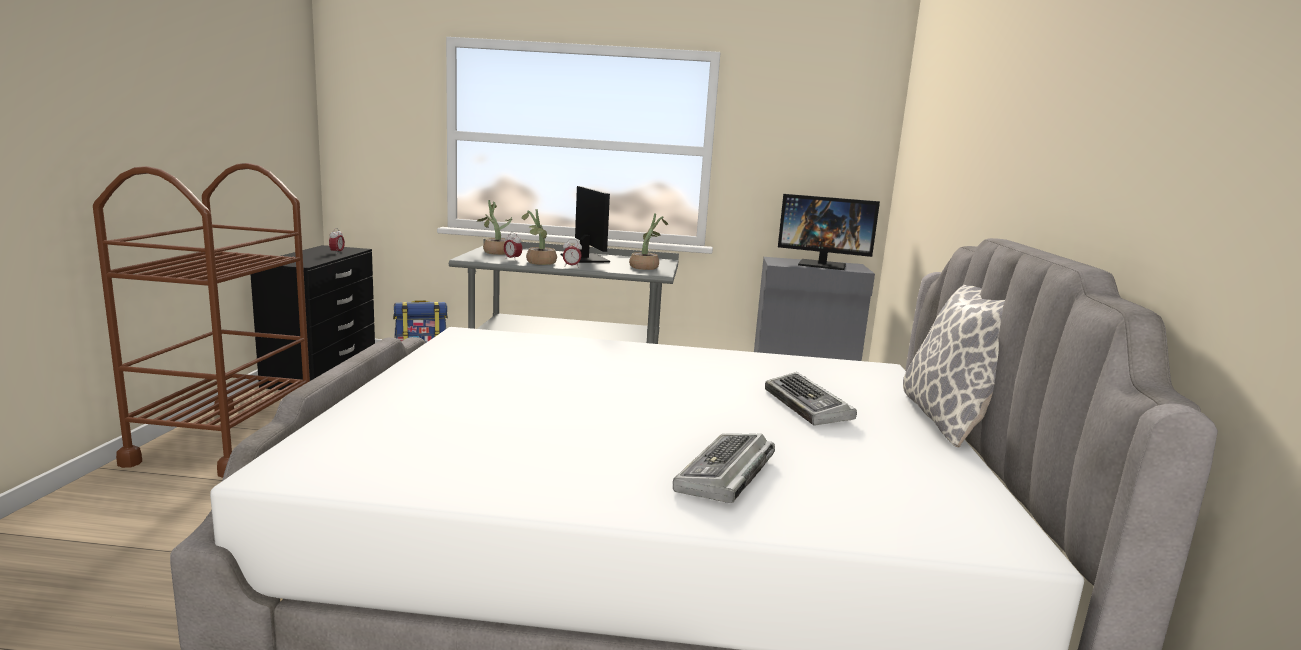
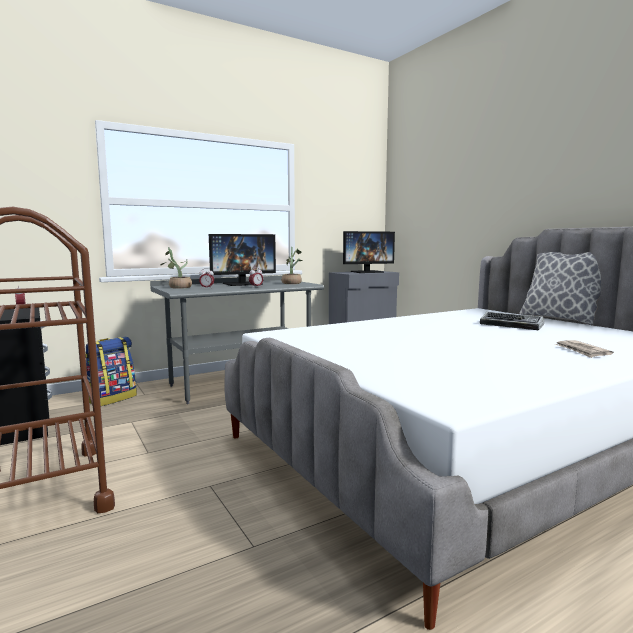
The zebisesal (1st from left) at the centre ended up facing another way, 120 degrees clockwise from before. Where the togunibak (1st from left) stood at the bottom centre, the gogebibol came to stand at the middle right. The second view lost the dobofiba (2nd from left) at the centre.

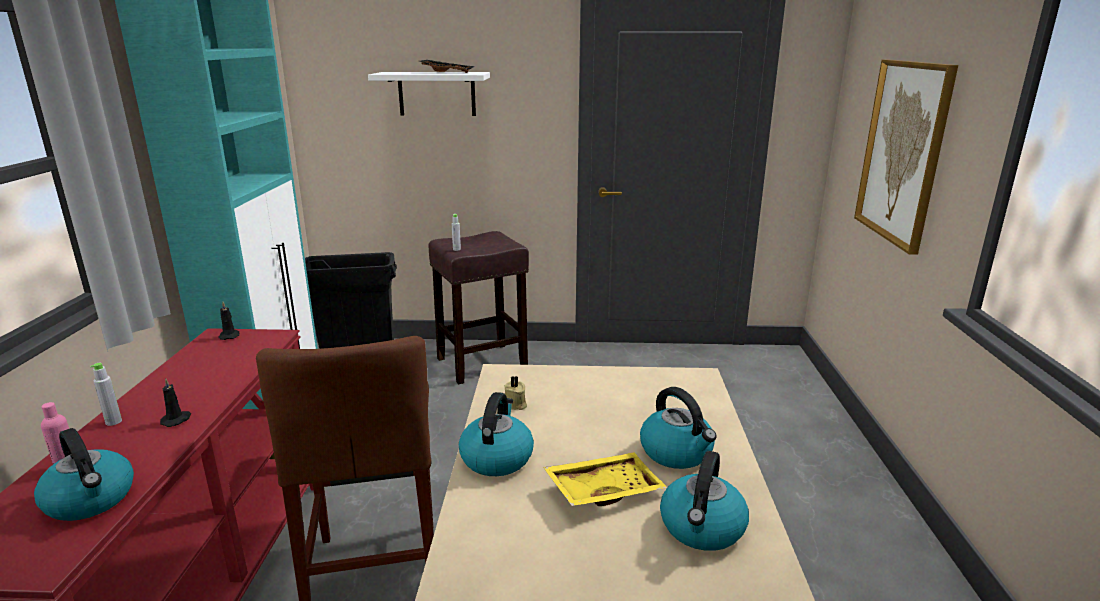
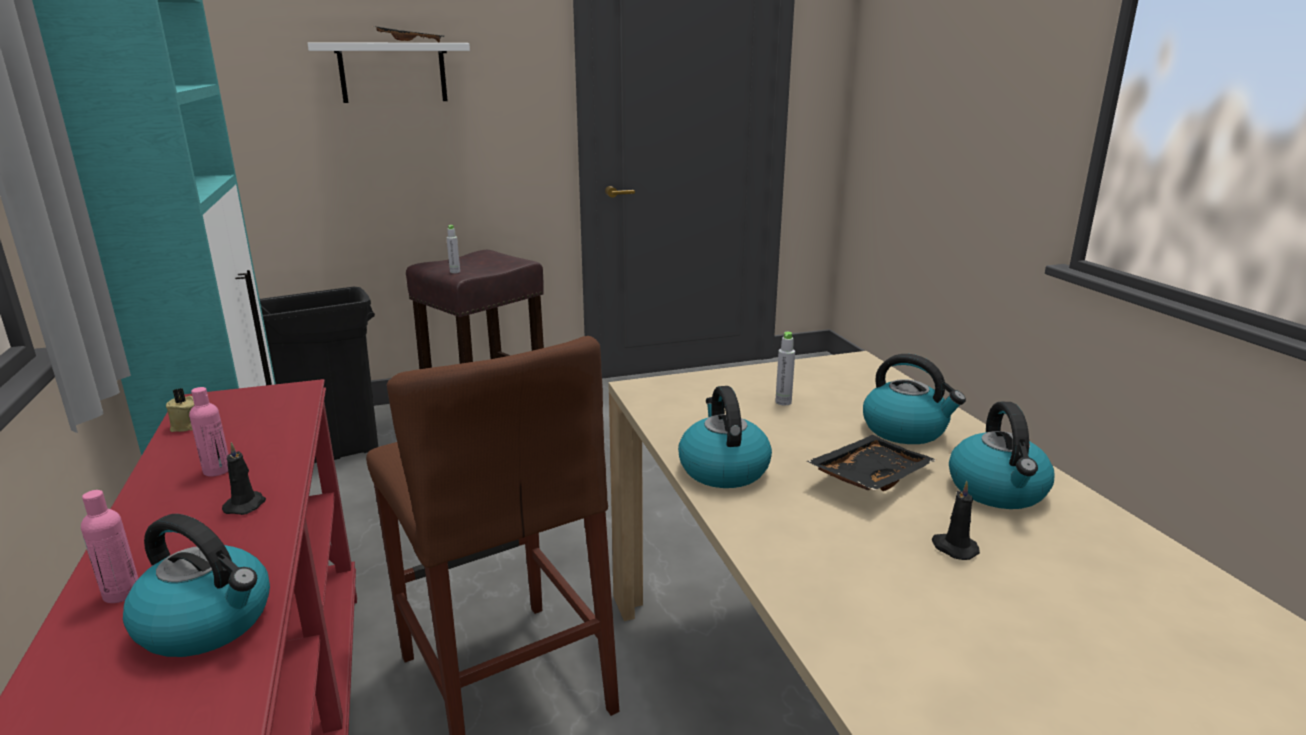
The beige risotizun ended up elsewhere, having gone from the centre to the middle left. The second view gained the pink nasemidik (2nd from left) at the middle left. The grey nasemidik (1st from left in the first image) ended up elsewhere, having gone from the middle left to the centre. What was the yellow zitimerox at the bottom centre turned into the black zitimerox (2nd from left) at the middle right. The black risotizun (2nd from left) ended up elsewhere, having gone from the middle left to the bottom right. The second view lost the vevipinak at the top right.

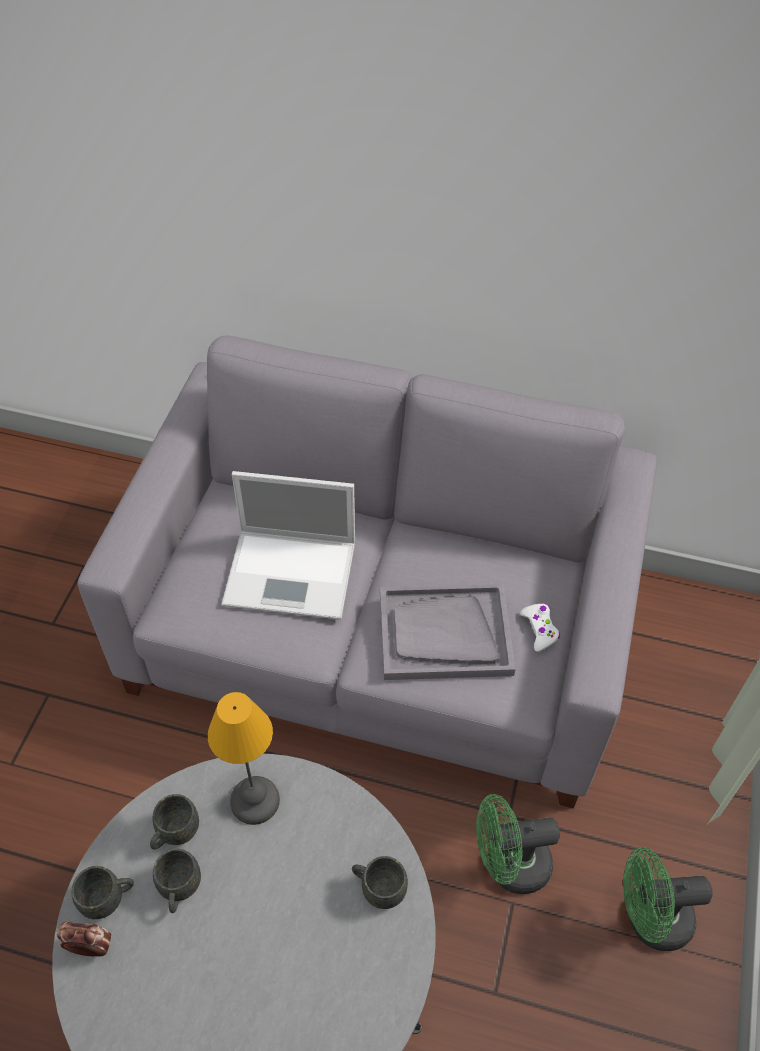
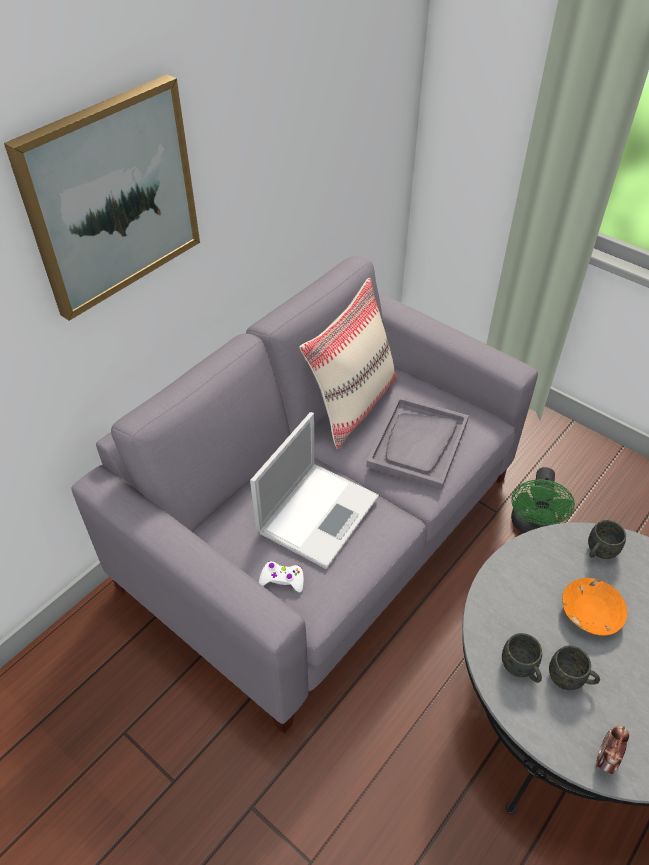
The second view gained the vevipinak at the top left. The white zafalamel ended up elsewhere, having gone from the middle right to the centre. The second view gained the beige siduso at the centre. The second view gained the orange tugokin at the bottom right. The second view lost the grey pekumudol (1st from left) at the bottom left. The second view lost the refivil at the bottom left. The second view lost the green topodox (2nd from left) at the bottom right.

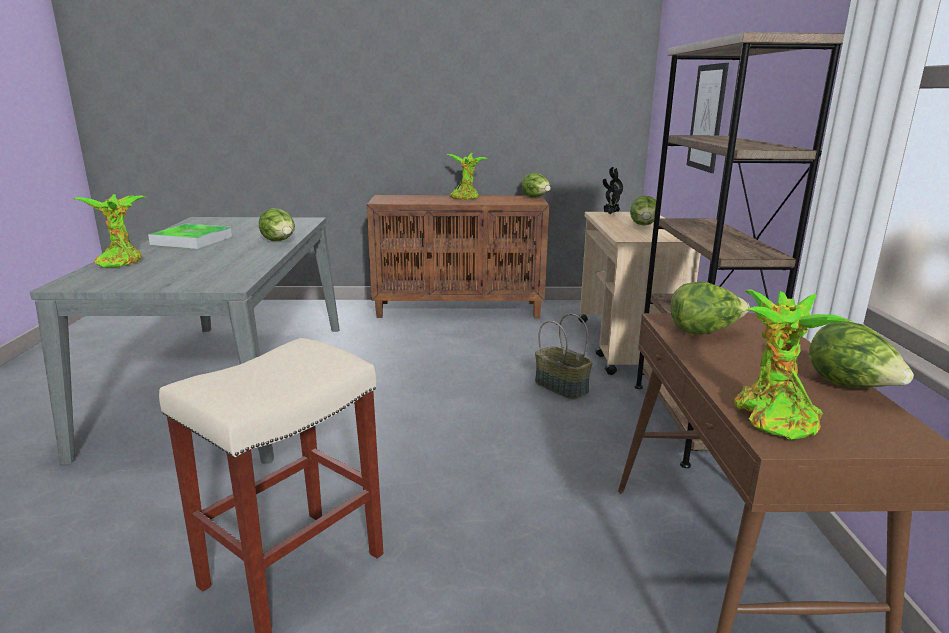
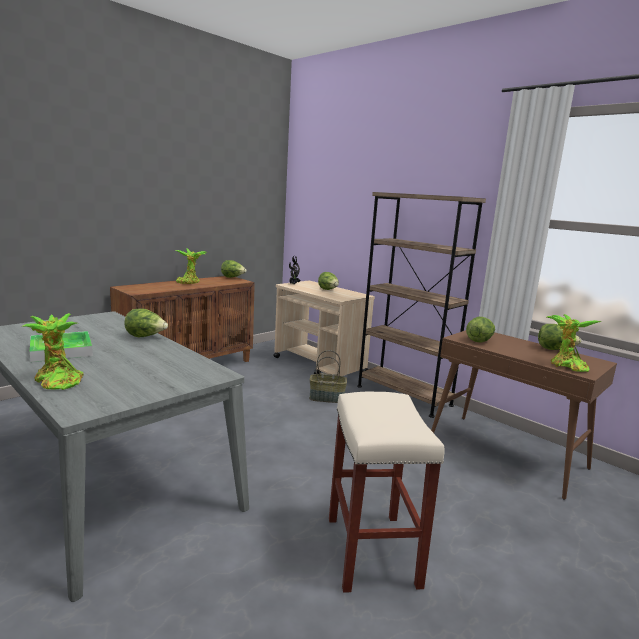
The second view lost the vevipinak at the top right.

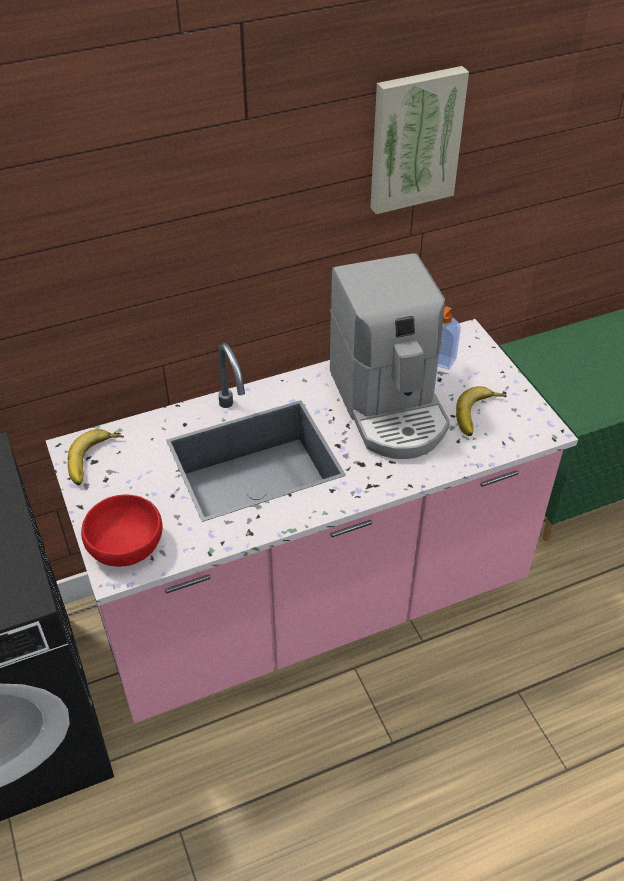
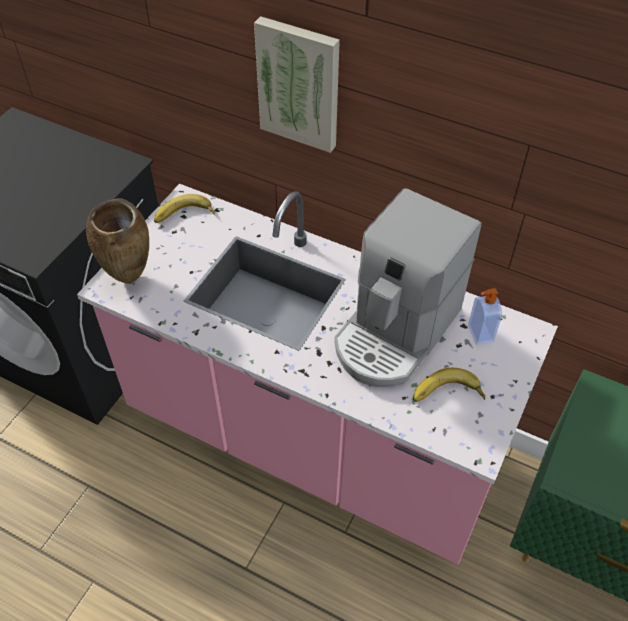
Where the red tugokin stood at the middle left, the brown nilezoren came to stand at the middle left. The vevipinak ended up elsewhere, having gone from the top right to the top centre.

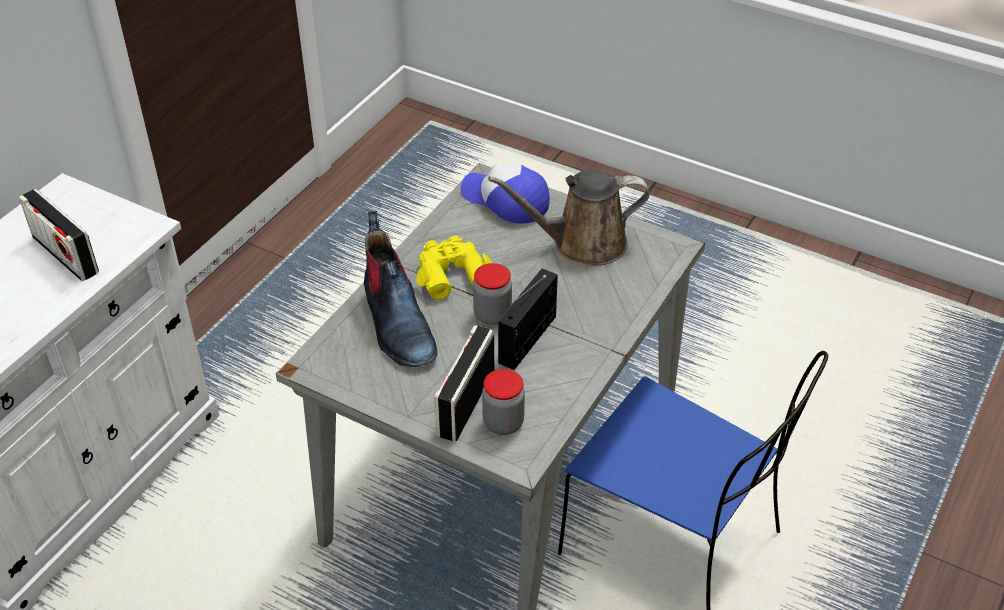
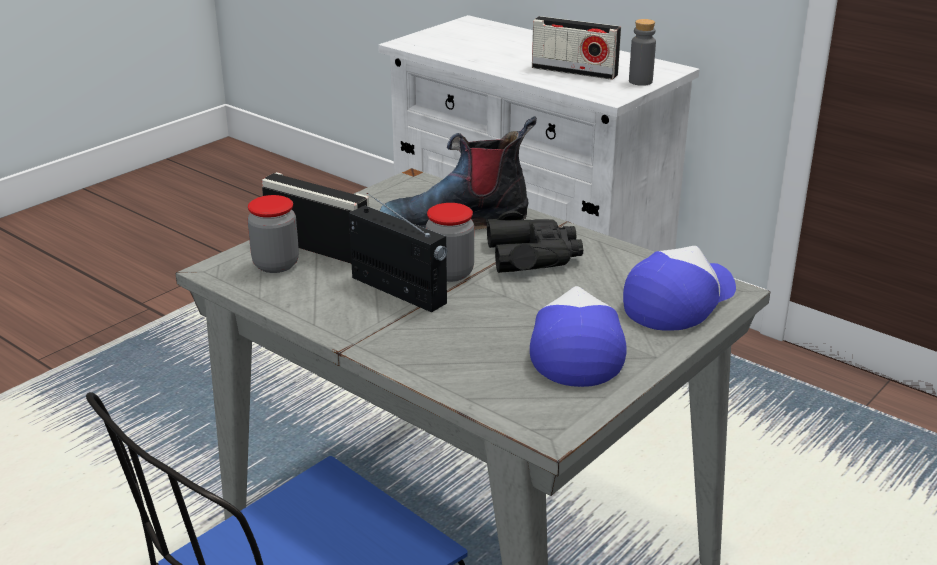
What was the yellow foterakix at the centre turned into the black foterakix at the centre. Where the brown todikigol stood at the centre, the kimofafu (1st from left) came to stand at the centre. The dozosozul (1st from left in the first image) at the middle left ended up facing another way, 120 degrees counterclockwise from before. The second view gained the grey nasemidik at the top right.

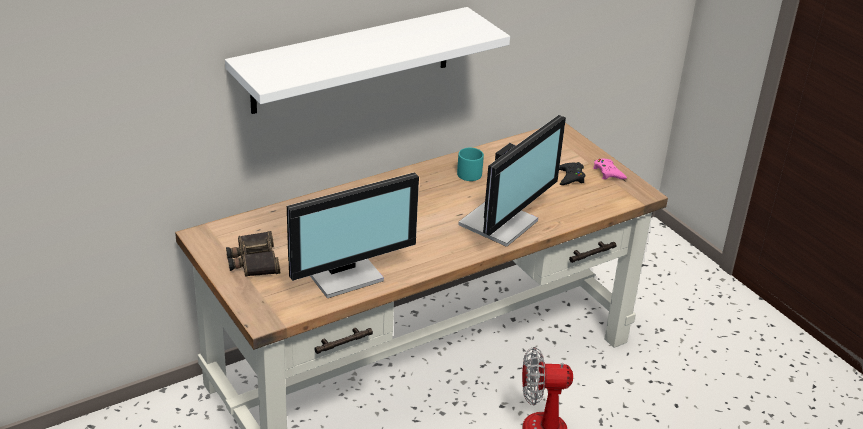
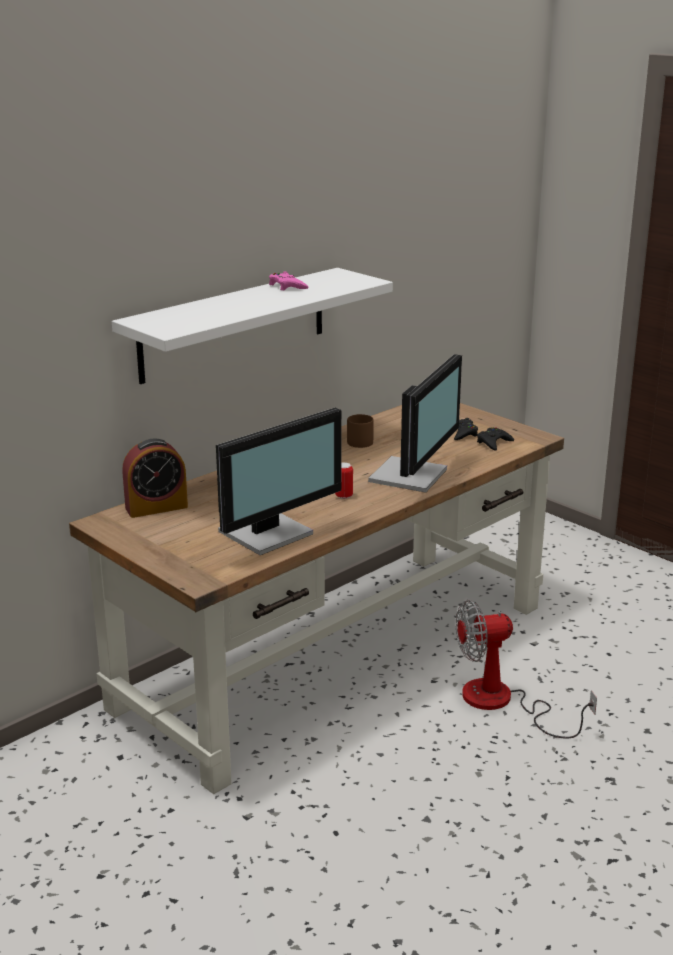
The second view gained the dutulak at the middle left. The pink zafalamel ended up elsewhere, having gone from the middle right to the top centre. The second view gained the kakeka at the centre. What was the turquoise pekumudol at the centre turned into the brown pekumudol at the centre. The second view gained the black zafalamel (2nd from left) at the middle right. The second view lost the foterakix at the middle left.

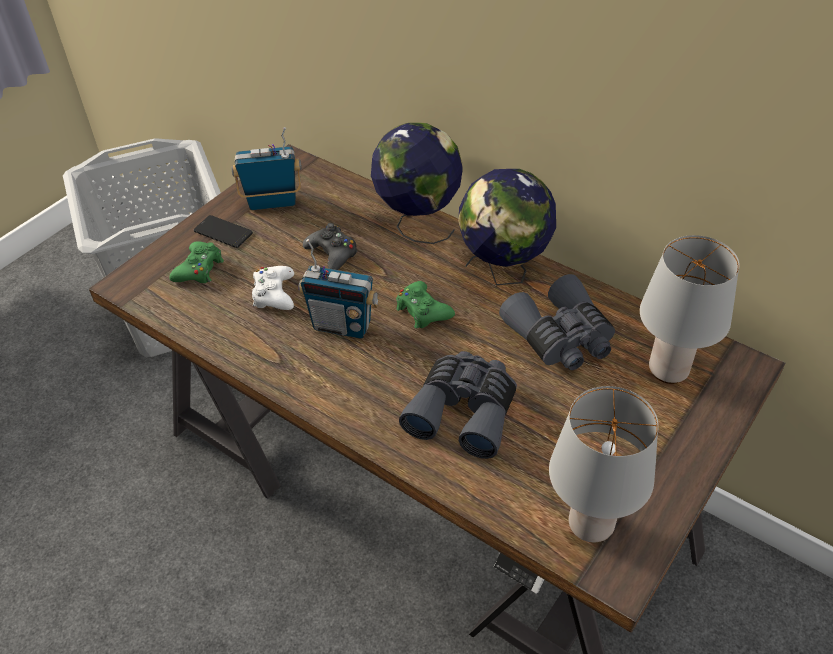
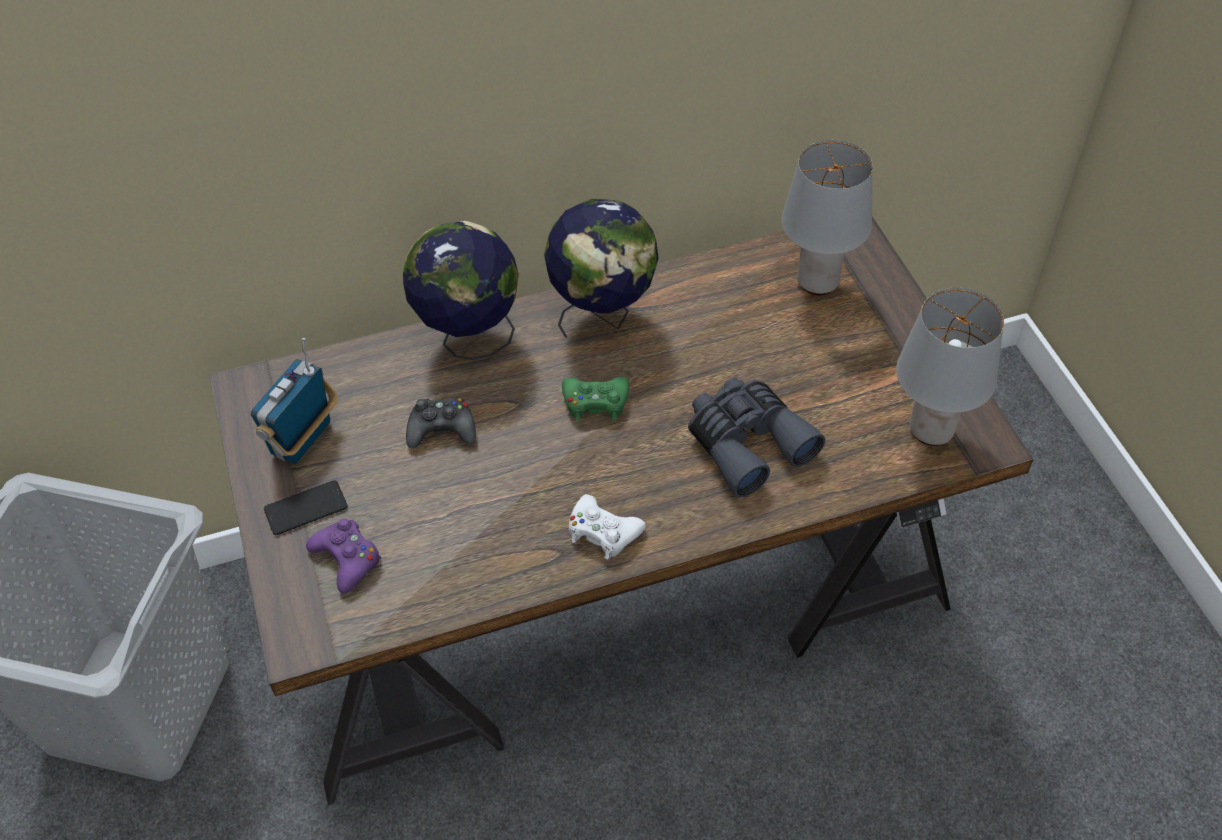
What was the green zafalamel (1st from left) at the middle left turned into the purple zafalamel at the middle left. The white zafalamel ended up elsewhere, having gone from the middle left to the centre. The second view lost the dozosozul (2nd from left) at the centre. The second view lost the grey foterakix (2nd from left) at the middle right.

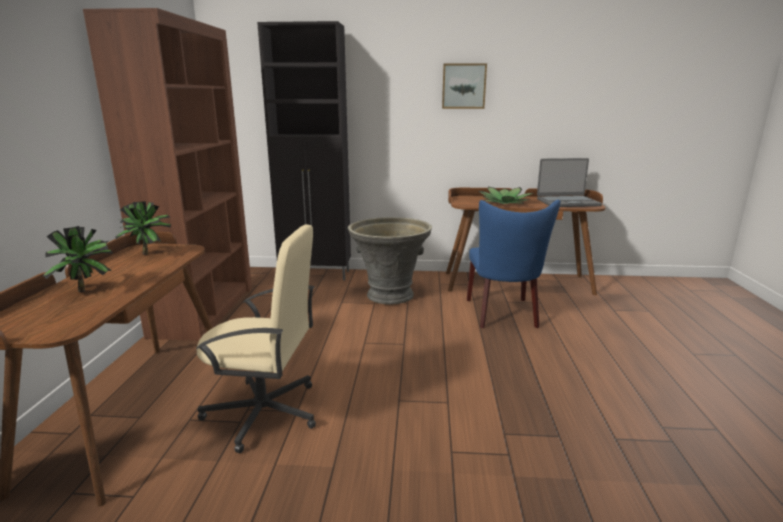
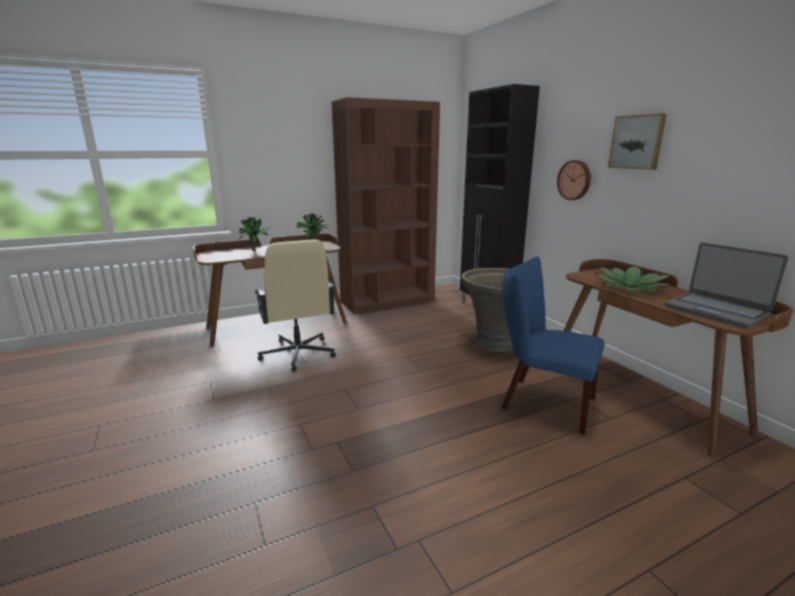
The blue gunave at the centre ended up facing another way, 60 degrees clockwise from before. The second view gained the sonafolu at the top right.

